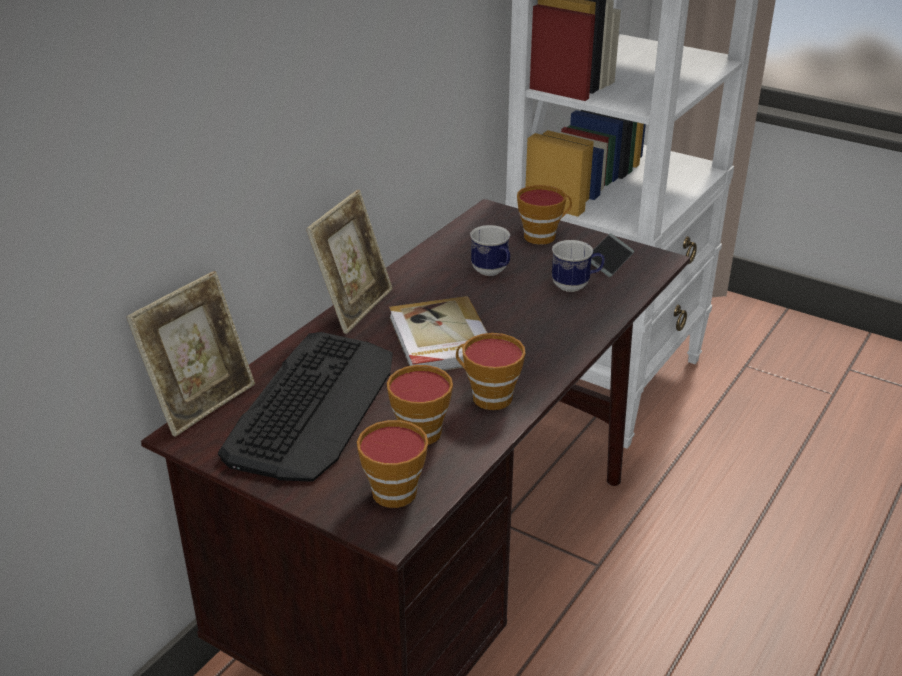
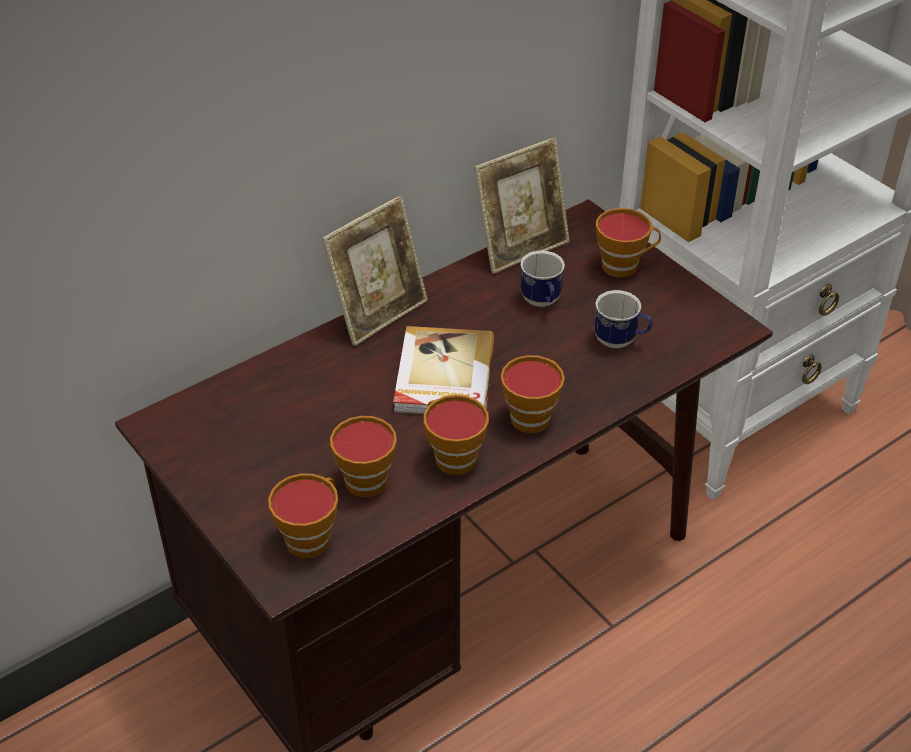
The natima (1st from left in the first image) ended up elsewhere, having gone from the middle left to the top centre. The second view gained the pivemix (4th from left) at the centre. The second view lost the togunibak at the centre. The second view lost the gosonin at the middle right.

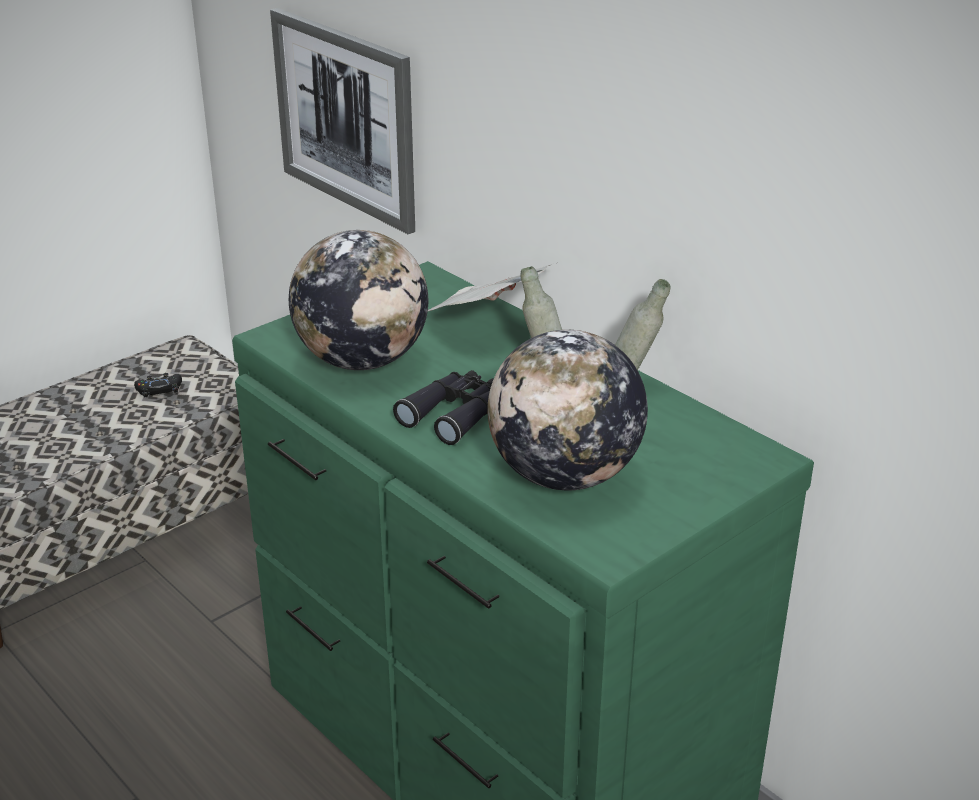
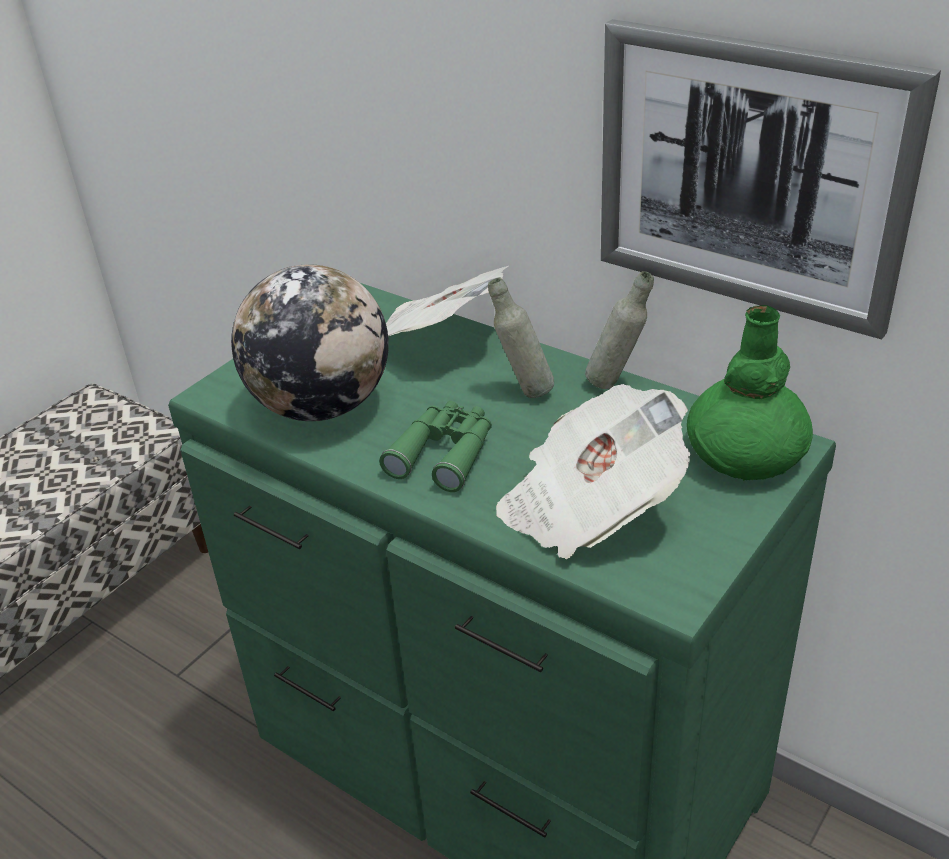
What was the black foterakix at the centre turned into the green foterakix at the centre. Where the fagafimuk (2nd from left) stood at the centre, the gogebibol (2nd from left) came to stand at the centre. The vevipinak ended up elsewhere, having gone from the top centre to the top right. The second view gained the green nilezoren at the middle right. The second view lost the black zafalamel at the middle left.

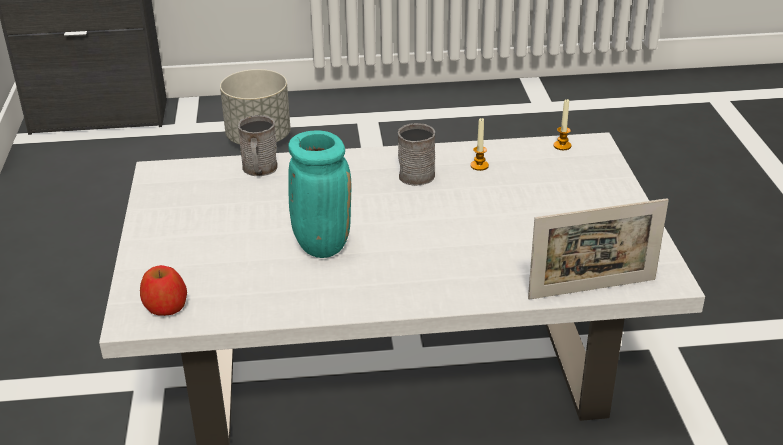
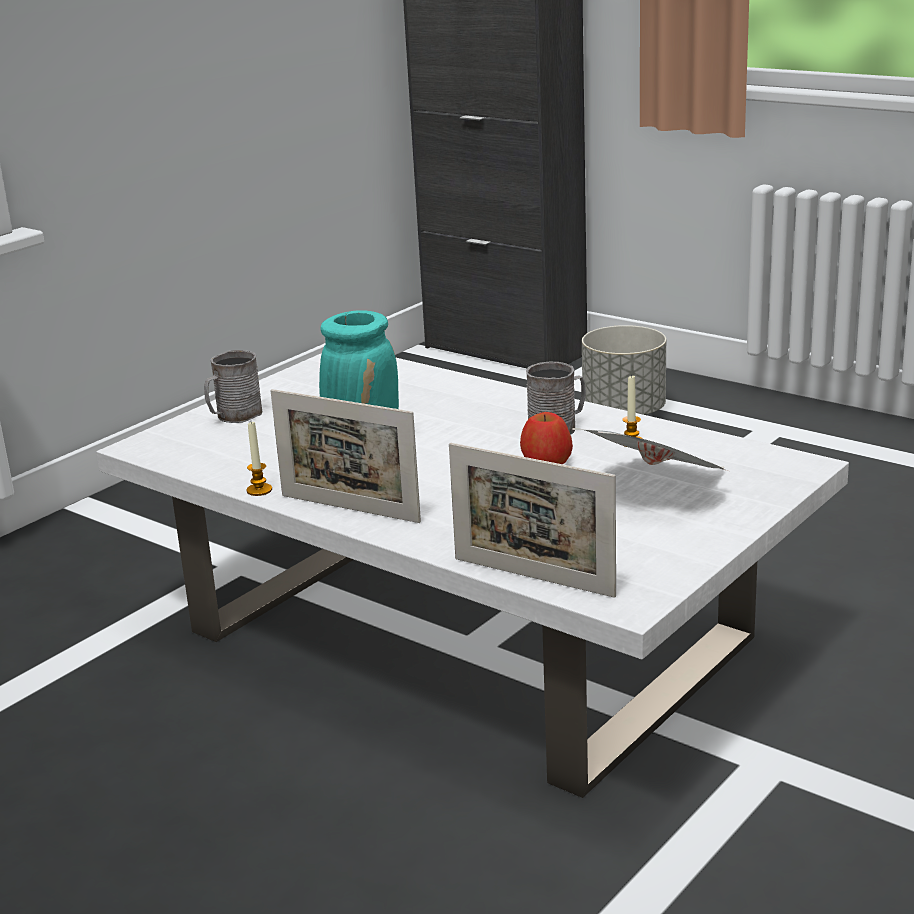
The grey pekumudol (1st from left) ended up elsewhere, having gone from the top left to the middle left. The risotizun (2nd from left in the first image) ended up elsewhere, having gone from the top right to the middle left. The second view gained the natima (1st from left) at the centre. The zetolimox ended up elsewhere, having gone from the middle left to the centre. The second view gained the gogebibol at the middle right.

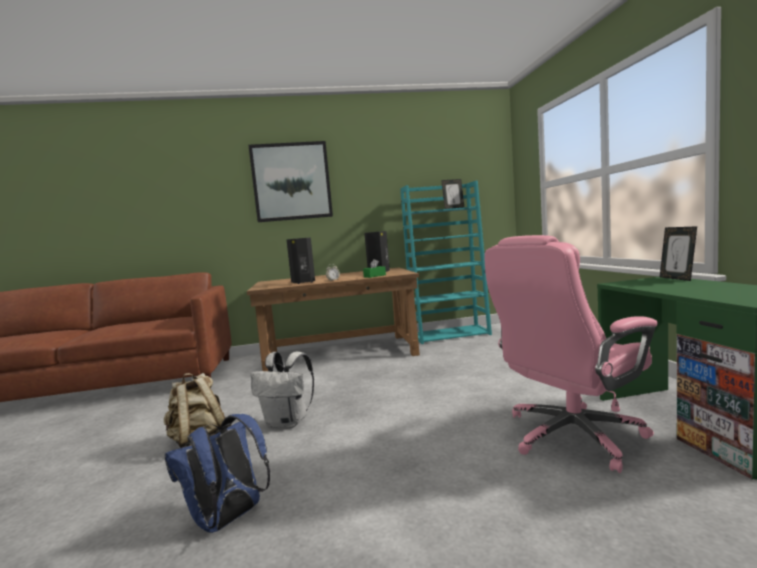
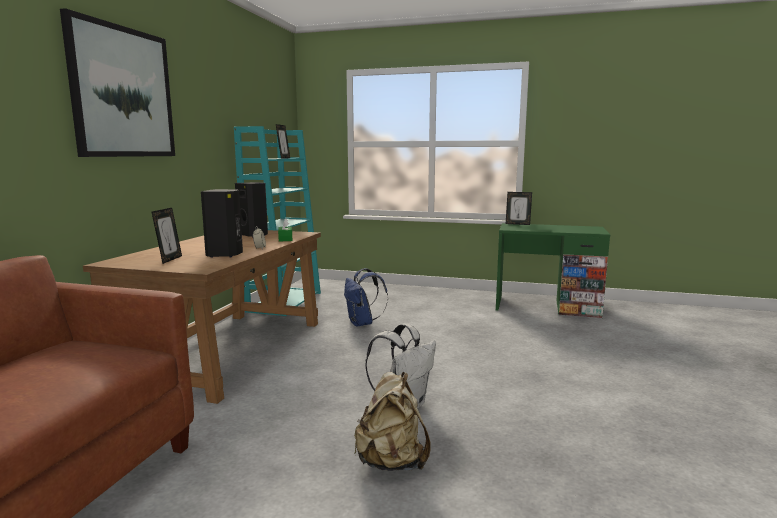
The second view gained the natima (1st from left) at the middle left. The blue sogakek ended up elsewhere, having gone from the bottom left to the centre. The second view lost the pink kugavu at the middle right.

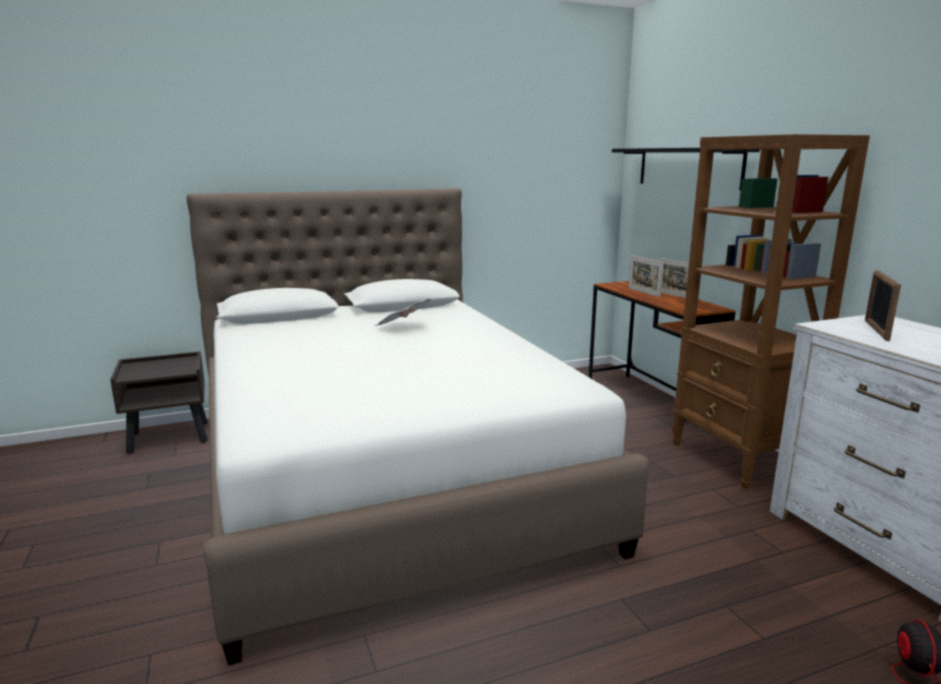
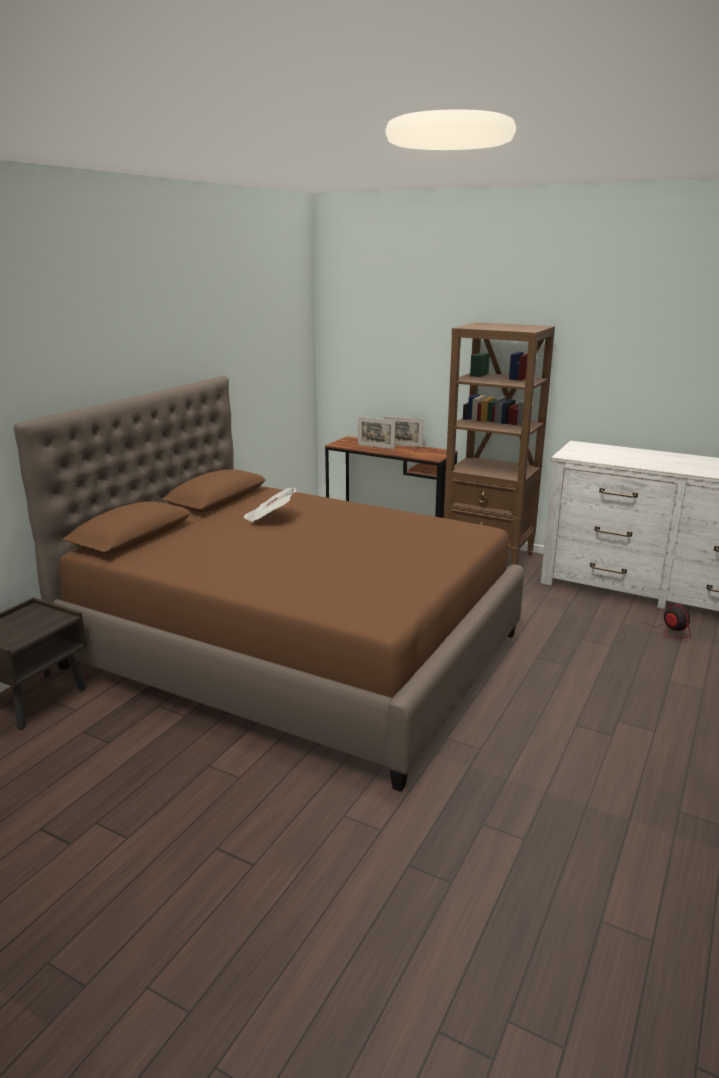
What was the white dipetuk at the centre turned into the brown dipetuk at the centre. The second view lost the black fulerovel at the top right. The second view lost the natima (3rd from left) at the middle right.

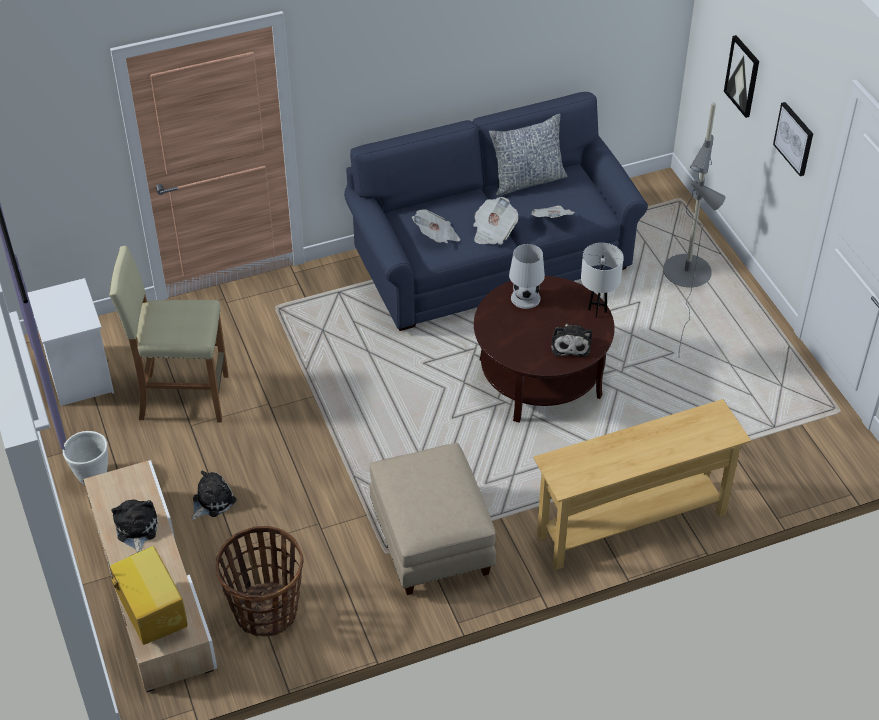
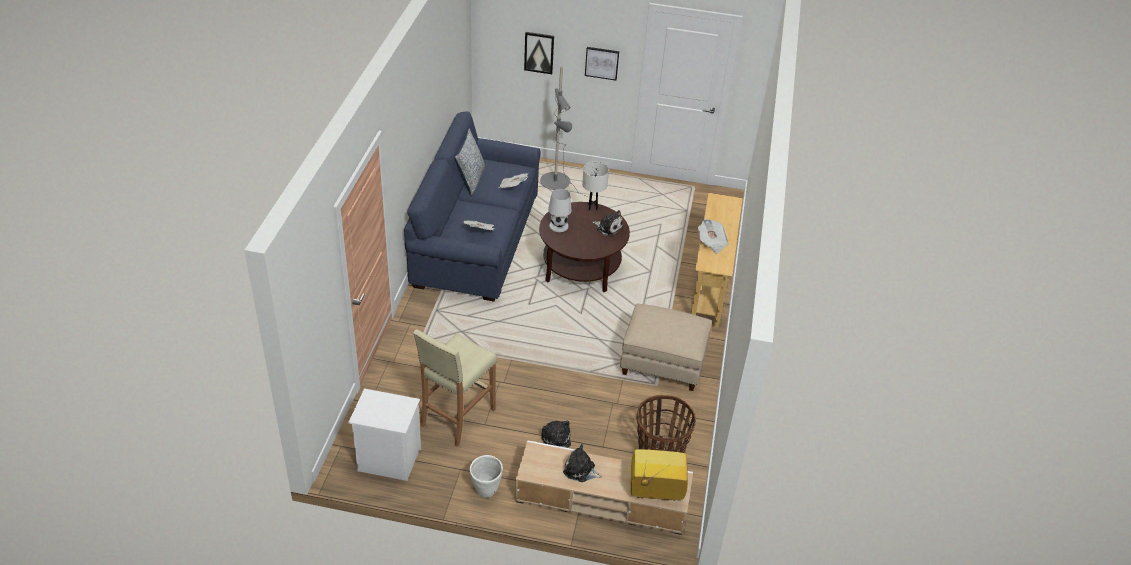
The gogebibol (2nd from left in the first image) ended up elsewhere, having gone from the top centre to the centre.

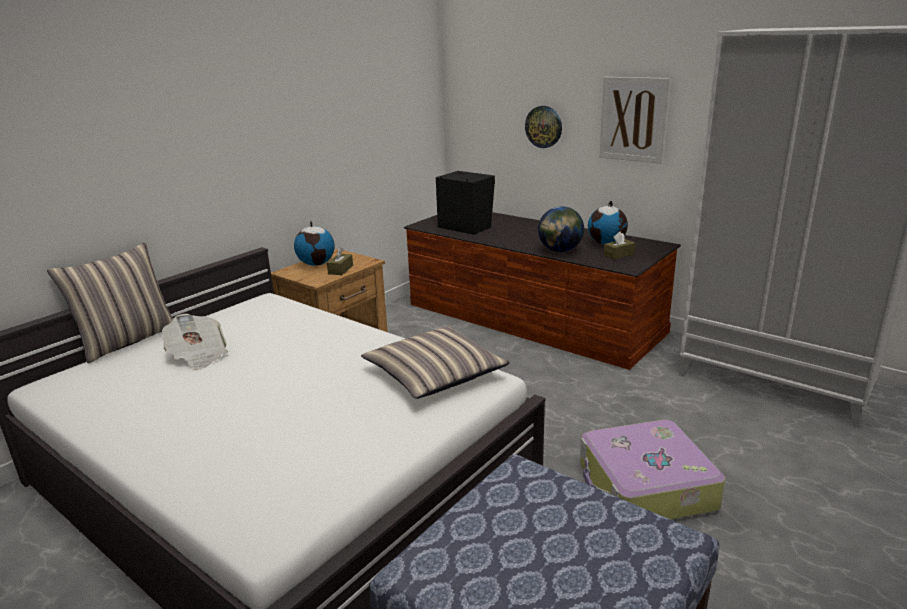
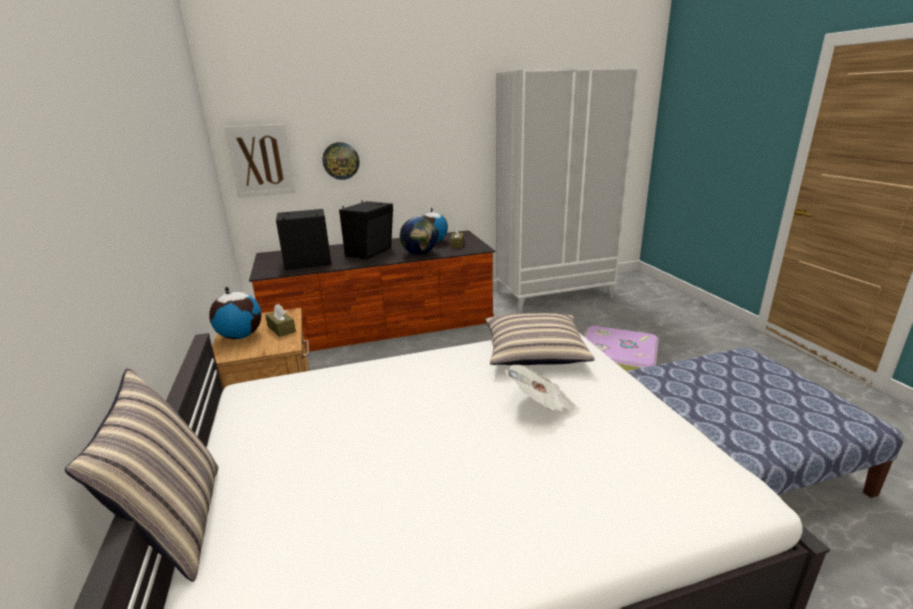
The vevipinak ended up elsewhere, having gone from the top right to the top left. The second view gained the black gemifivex (2nd from left) at the centre. The gogebibol ended up elsewhere, having gone from the middle left to the centre.

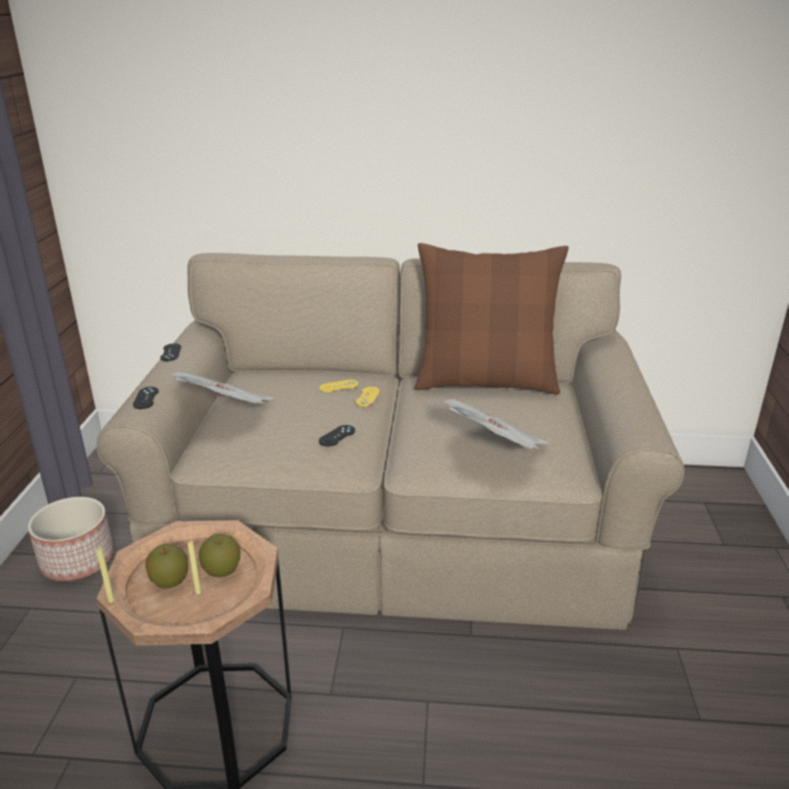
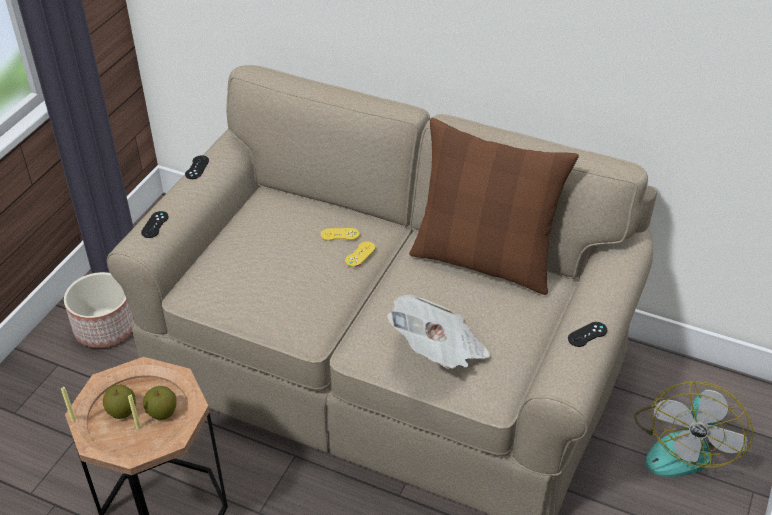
The black zafalamel (3rd from left) ended up elsewhere, having gone from the centre to the middle right. The second view gained the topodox at the bottom right. The second view lost the gogebibol (1st from left) at the middle left.

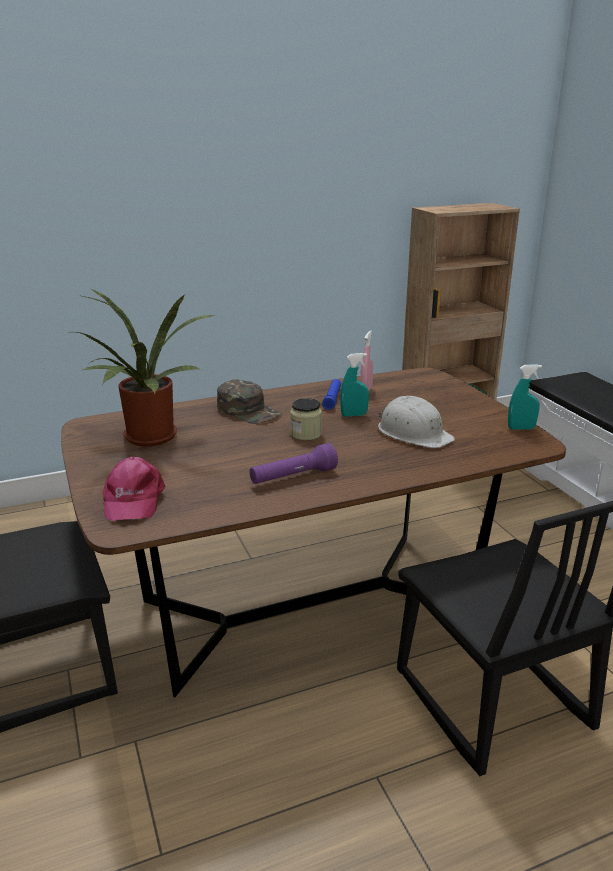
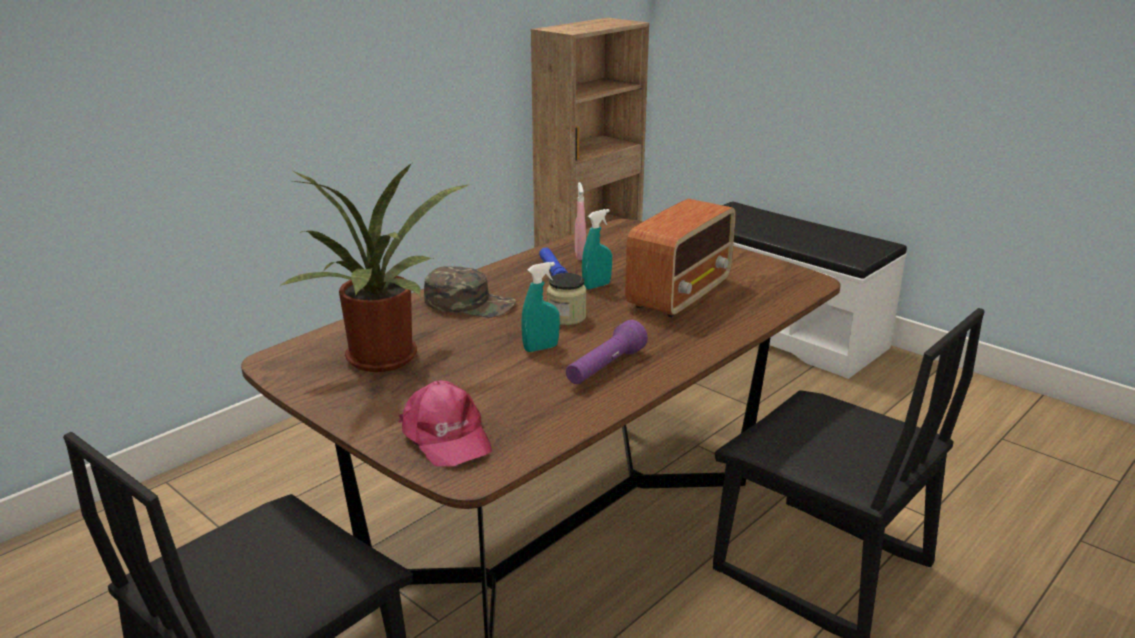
The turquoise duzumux (2nd from left in the first image) ended up elsewhere, having gone from the middle right to the centre. Where the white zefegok stood at the middle right, the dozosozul came to stand at the centre.

